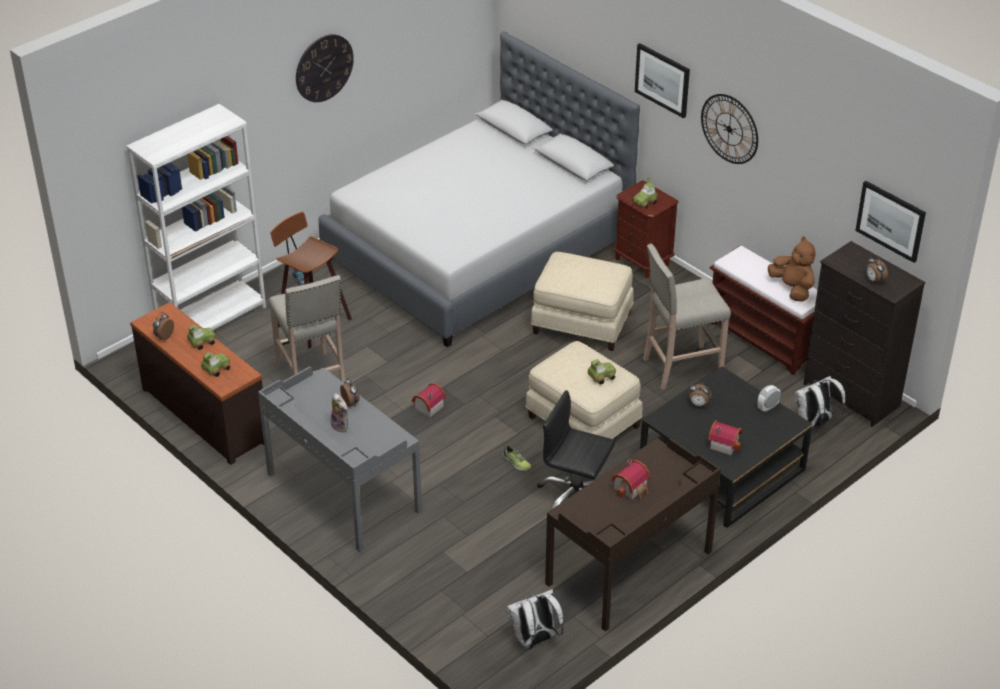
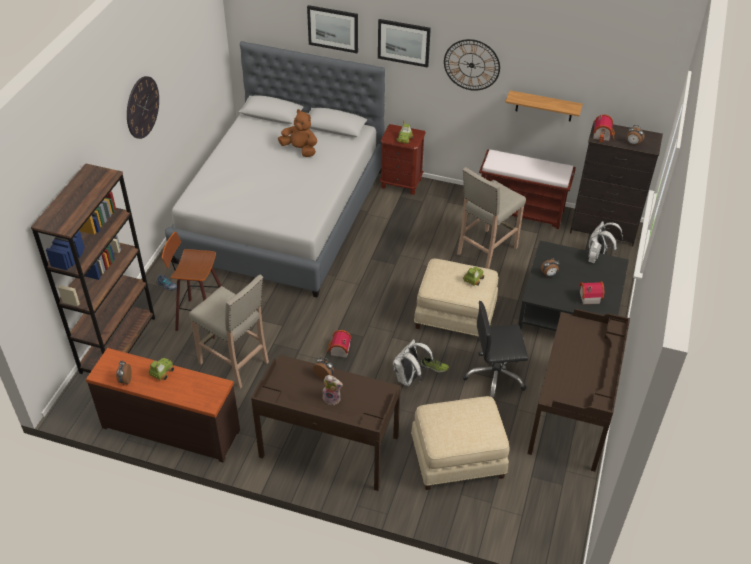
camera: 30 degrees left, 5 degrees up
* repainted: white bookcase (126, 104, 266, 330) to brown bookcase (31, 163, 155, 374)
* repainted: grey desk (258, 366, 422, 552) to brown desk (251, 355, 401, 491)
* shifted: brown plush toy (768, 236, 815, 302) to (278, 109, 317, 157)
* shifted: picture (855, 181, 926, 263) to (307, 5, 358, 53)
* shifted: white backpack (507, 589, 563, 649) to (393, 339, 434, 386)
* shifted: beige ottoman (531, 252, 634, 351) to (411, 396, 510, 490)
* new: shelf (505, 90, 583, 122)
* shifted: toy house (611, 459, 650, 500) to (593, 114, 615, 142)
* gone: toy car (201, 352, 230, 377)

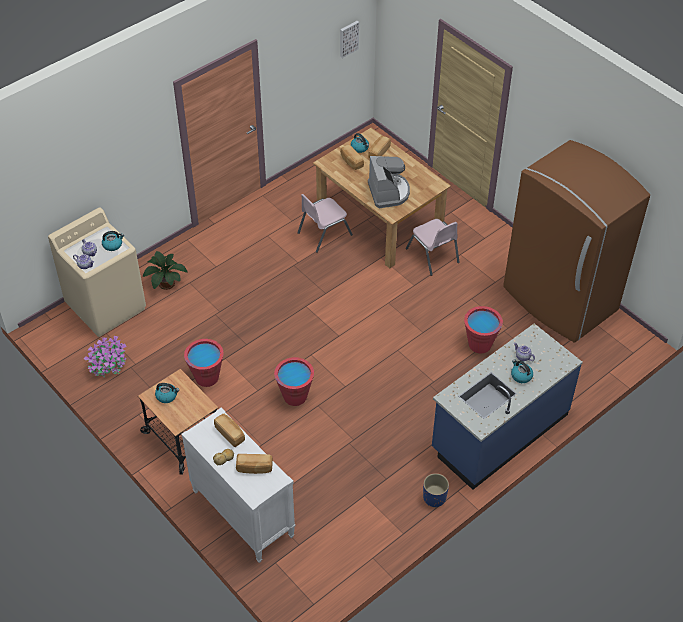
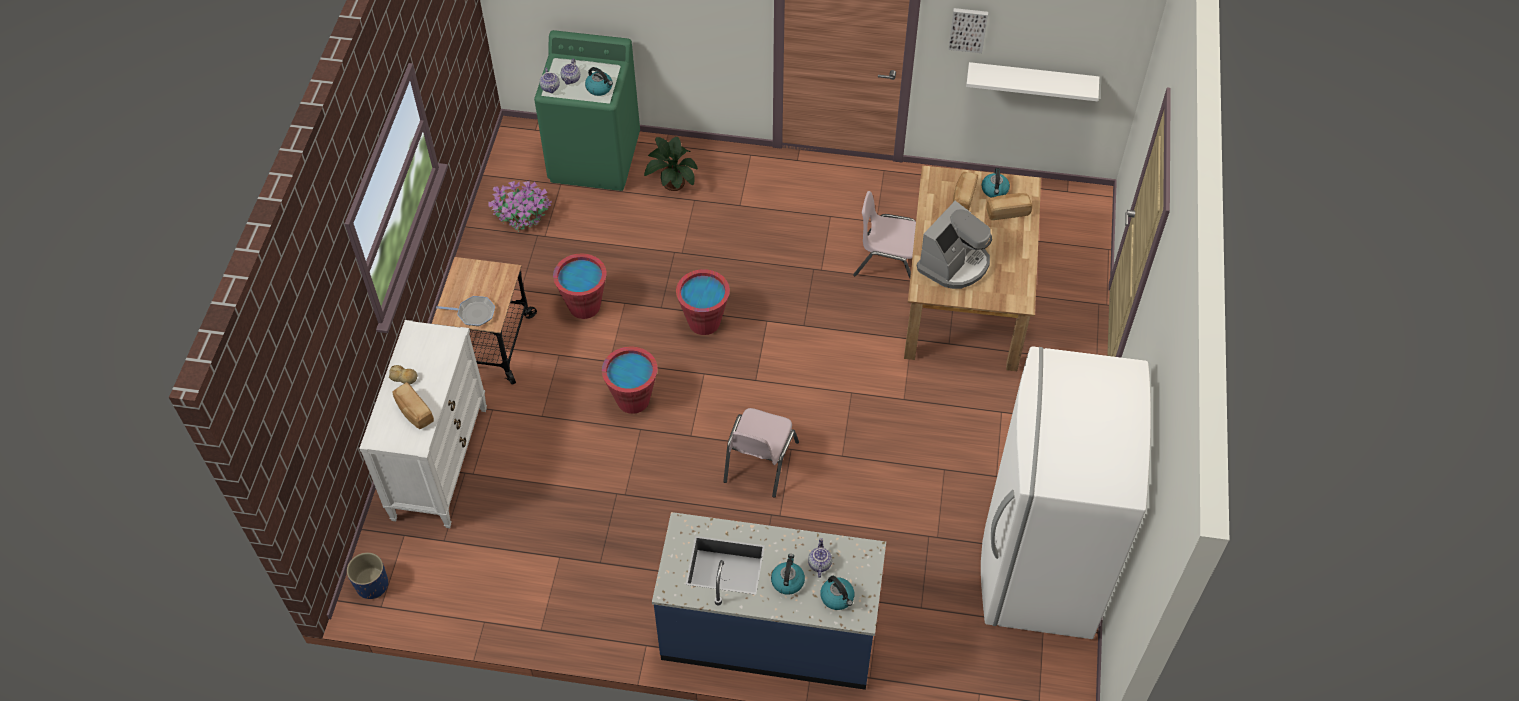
camera: 50 degrees right, 5 degrees up
* shifted: blue planter (423, 473, 449, 508) to (347, 552, 388, 599)
* new: frying pan (436, 296, 495, 326)
* repainted: beige washing machine (48, 208, 146, 337) to green washing machine (534, 30, 640, 191)
* shifted: red bucket (464, 306, 503, 354) to (676, 269, 730, 335)
* shifted: pink chair (406, 219, 460, 276) to (723, 408, 799, 498)
* shifted: kettle (155, 383, 179, 403) to (820, 576, 854, 610)
* shifted: picture (340, 21, 359, 58) to (948, 8, 988, 53)
* new: white shelf (966, 62, 1099, 101)
* repainted: brown fridge (503, 140, 650, 343) to white fridge (981, 346, 1151, 639)
* gone: bread (214, 414, 245, 447)

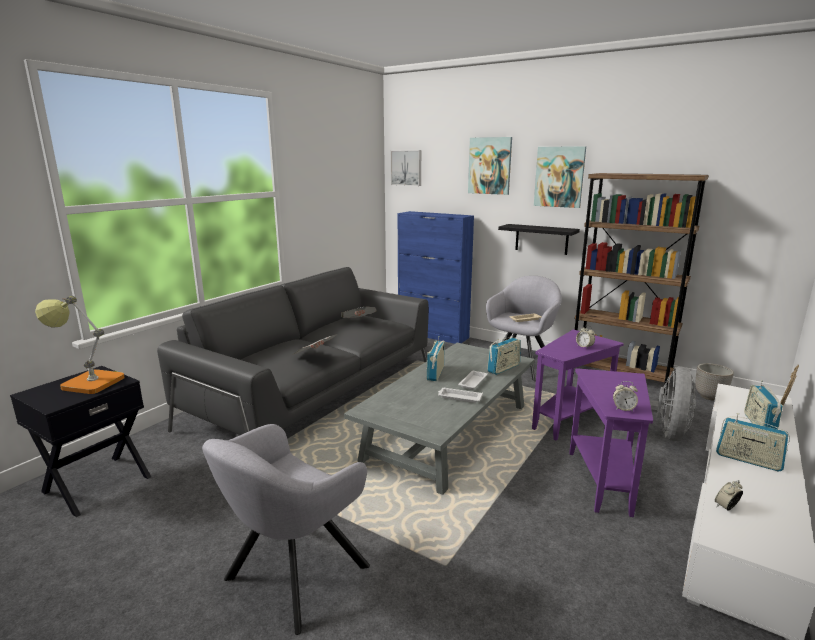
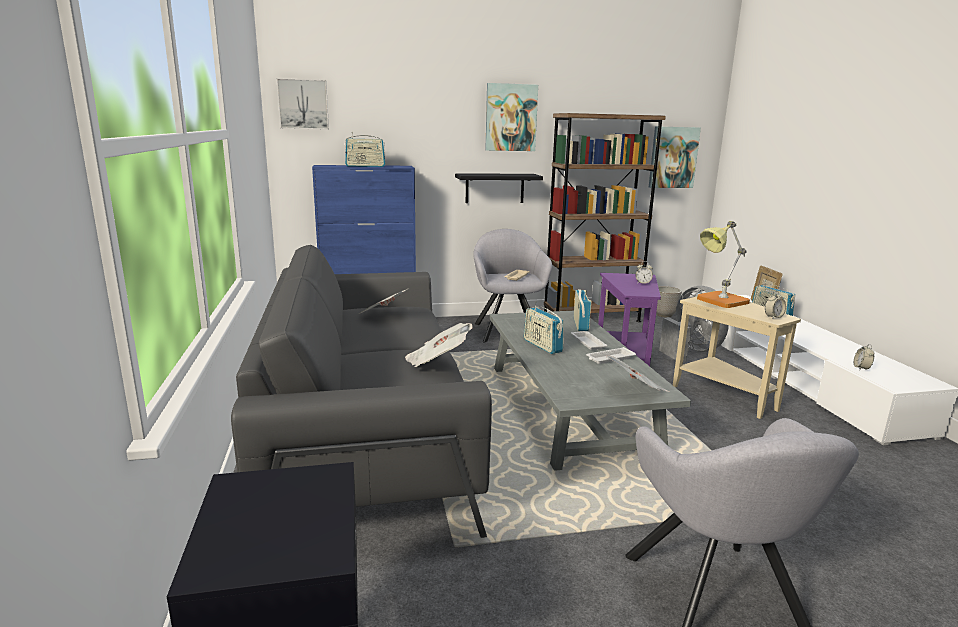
camera: 45 degrees left, 0 degrees up
* shifted: radio (716, 413, 790, 471) to (345, 132, 385, 167)
* new: newspaper (606, 355, 670, 392)
* shifted: picture (468, 137, 512, 195) to (649, 126, 701, 188)
* repainted: purple side table (569, 368, 653, 517) to beige side table (673, 297, 801, 419)
* shifted: table lamp (35, 296, 125, 394) to (697, 221, 750, 308)

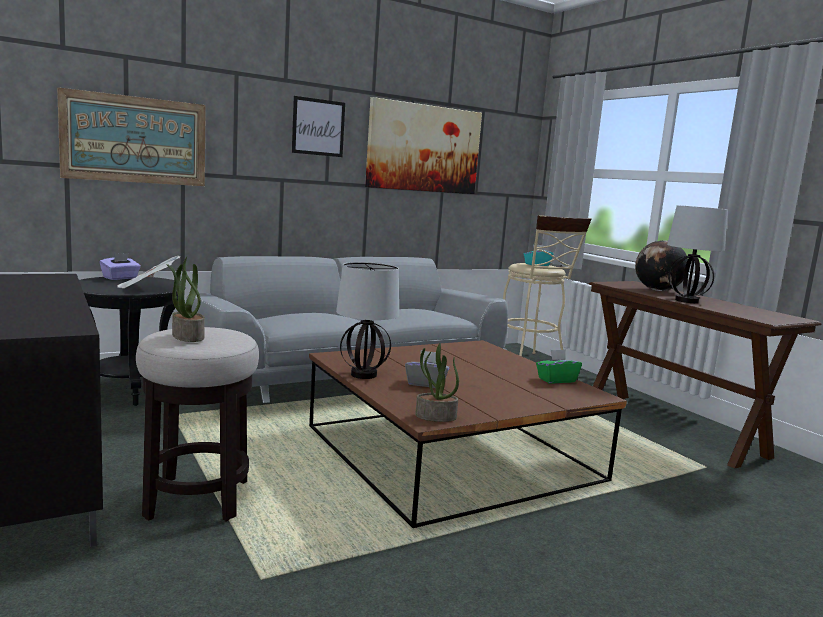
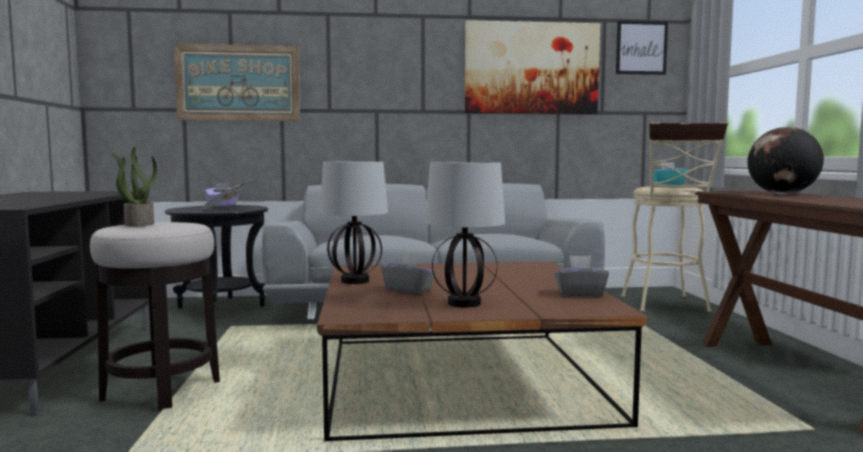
camera: 25 degrees right, 5 degrees down
* shifted: table lamp (667, 205, 728, 303) to (425, 162, 505, 307)
* repainted: green tissue box (536, 349, 582, 384) to grey tissue box (554, 256, 609, 297)
* shifted: picture (292, 96, 345, 157) to (616, 21, 668, 75)
* gone: potted plant (415, 343, 459, 422)

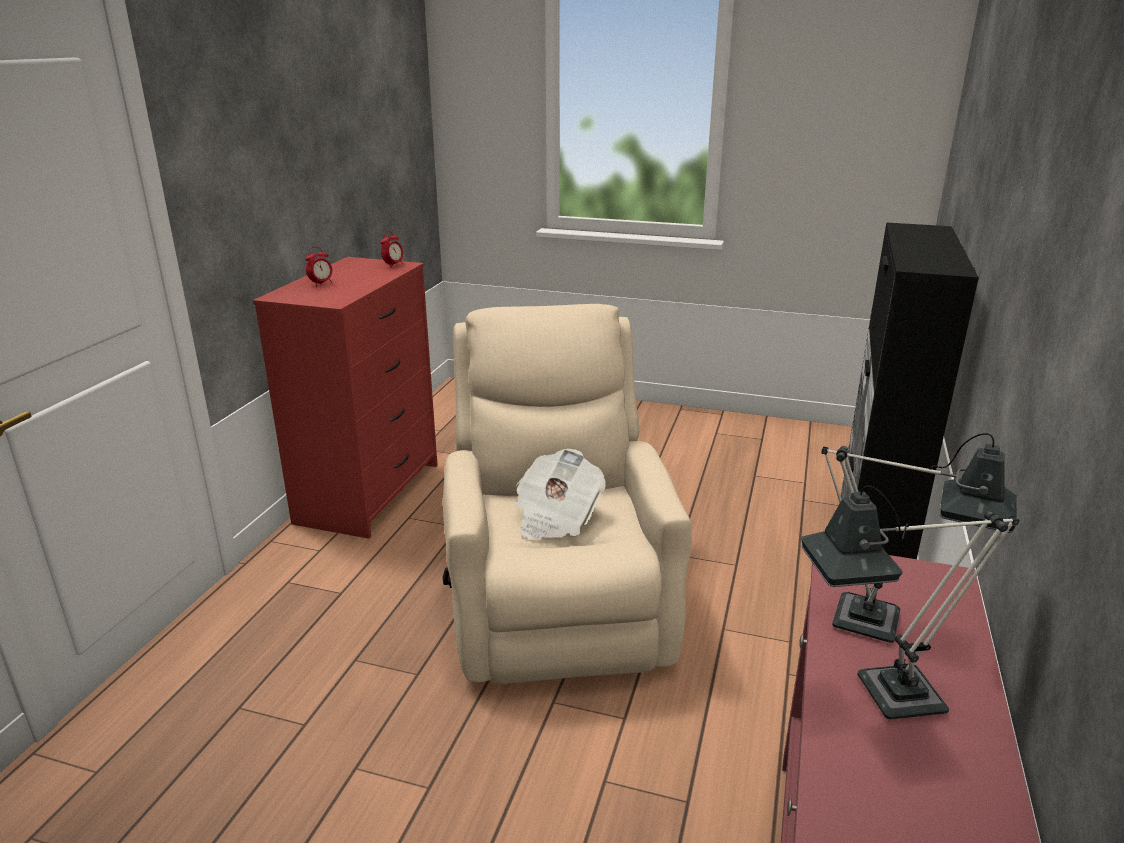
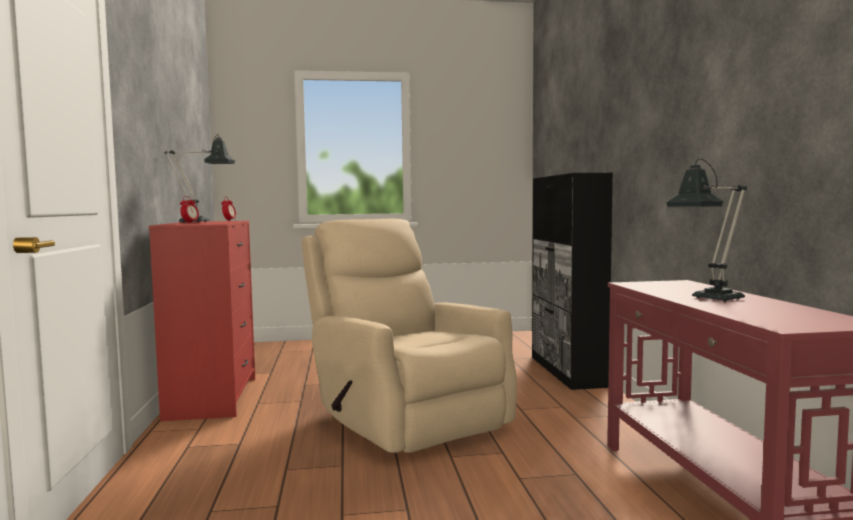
camera: 25 degrees left, 20 degrees down
* shifted: table lamp (821, 433, 1017, 643) to (165, 134, 235, 223)
* gone: newspaper (515, 449, 606, 539)

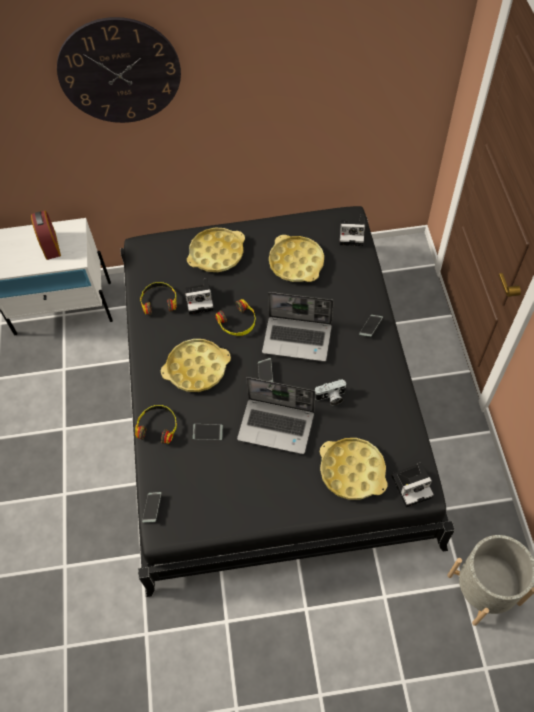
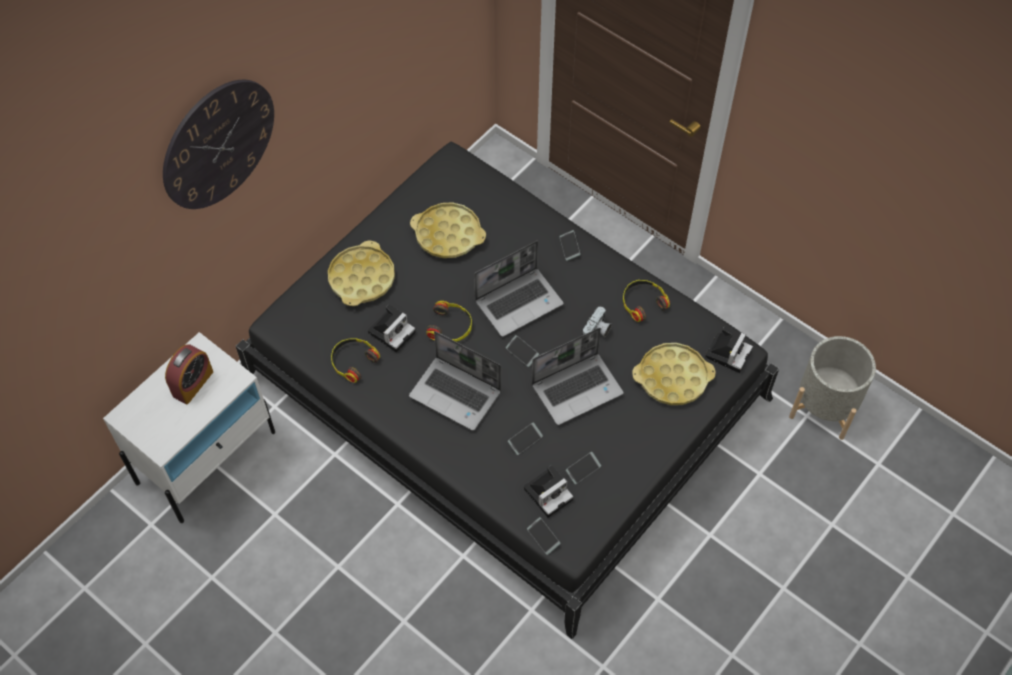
camera: 45 degrees left, 0 degrees up
* rotated: alarm clock (31, 211, 61, 260) = (165, 344, 213, 404) 90 degrees clockwise
* swapped: yellow tray (161, 339, 231, 392) to laptop (409, 331, 501, 431)
* shifted: photo camera (340, 214, 365, 246) to (524, 465, 573, 518)
* new: phone (566, 452, 601, 484)
* shifted: headphones (135, 405, 177, 444) to (623, 280, 670, 322)

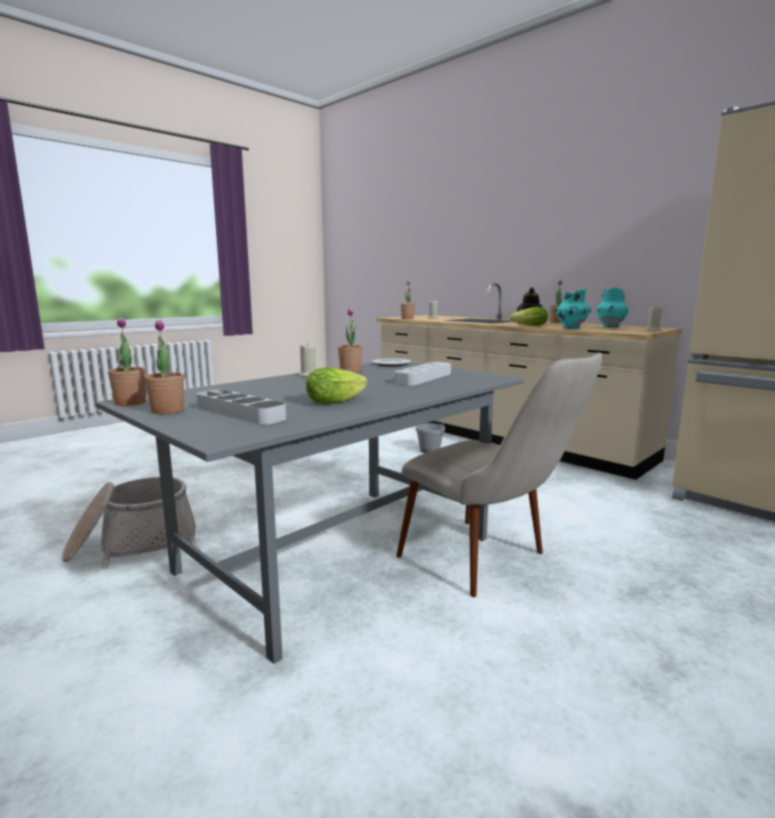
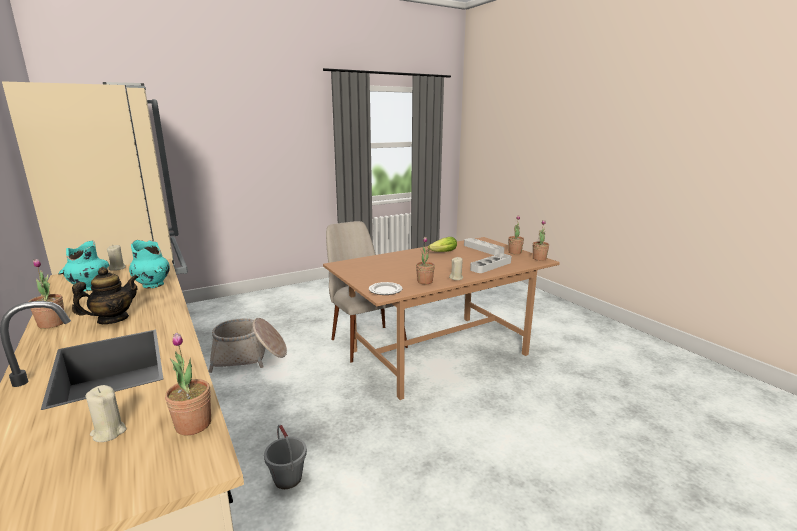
camera: 165 degrees left, 5 degrees up
* shifted: basket (62, 477, 199, 569) to (208, 318, 287, 373)
* repainted: grey dining table (96, 363, 524, 664) to brown dining table (323, 237, 560, 400)
* shifted: grey tray (394, 362, 451, 386) to (470, 254, 512, 273)
* gone: lettuce (510, 307, 548, 326)

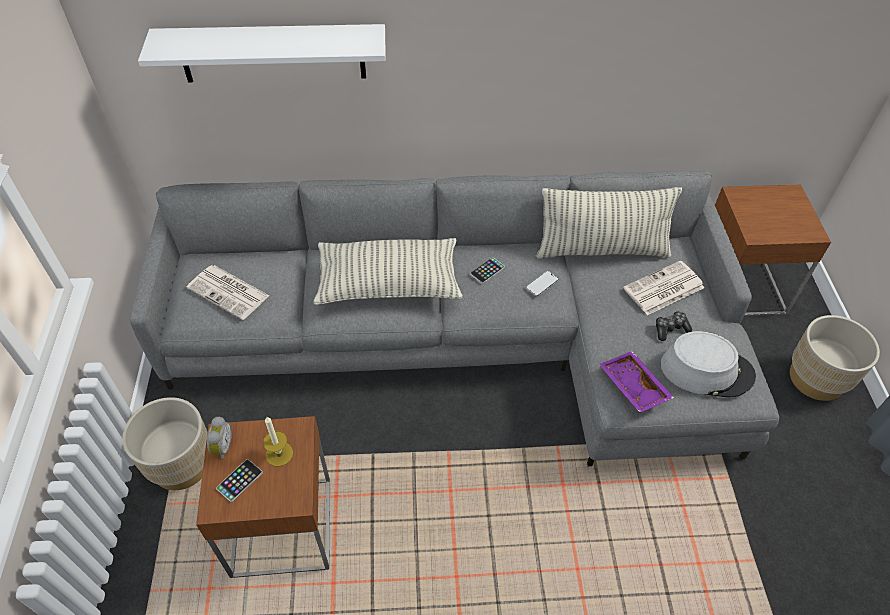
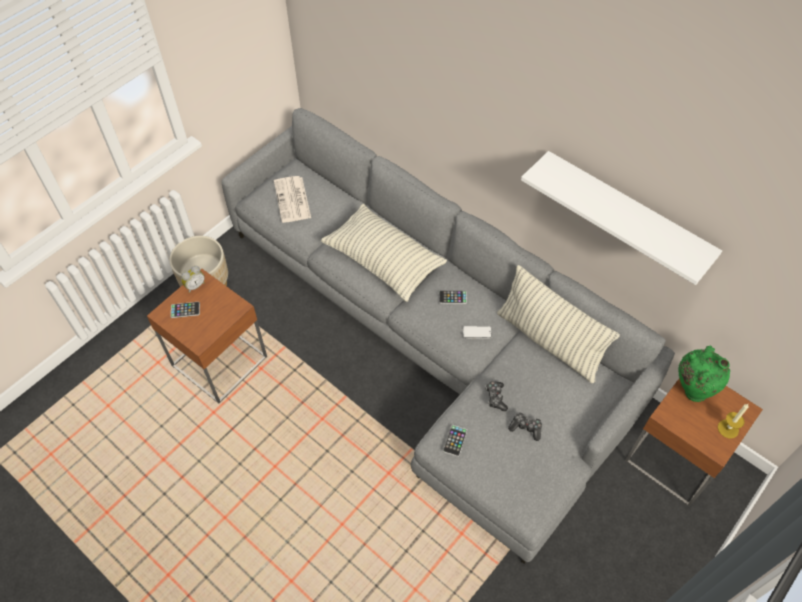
camera: 45 degrees right, 5 degrees up
* swapped: purple tray (599, 351, 674, 413) to phone (443, 425, 467, 457)
* new: game controller (485, 381, 508, 411)
* shifted: white shelf (138, 24, 386, 82) to (521, 151, 722, 285)
* new: green vase (678, 346, 730, 402)
* shifted: candle (263, 416, 293, 467) to (718, 404, 749, 438)
* gone: newspaper (623, 261, 705, 315)
* gone: grey hat (661, 331, 756, 397)
* gone: beige planter (790, 315, 880, 401)

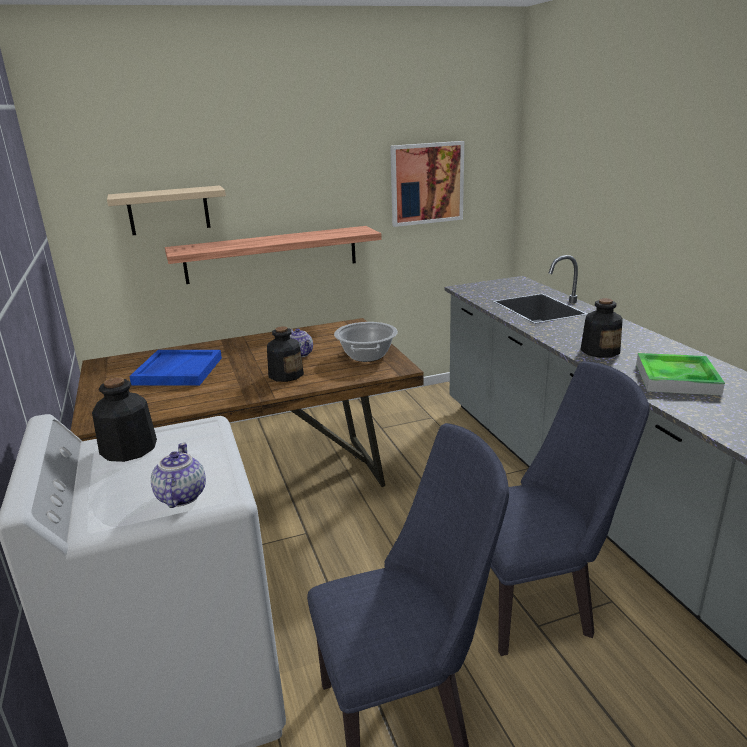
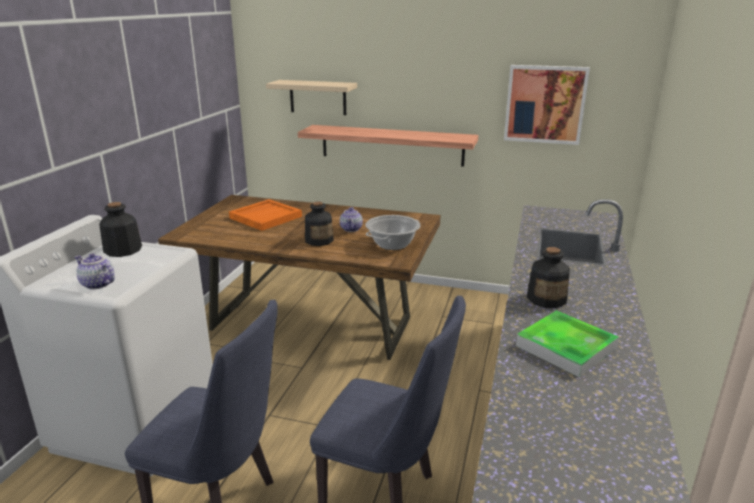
camera: 35 degrees right, 0 degrees up
* rotated: teapot (151, 443, 206, 508) = (75, 253, 115, 289) 90 degrees counterclockwise
* repainted: blue tray (129, 350, 222, 386) to orange tray (229, 199, 302, 231)

